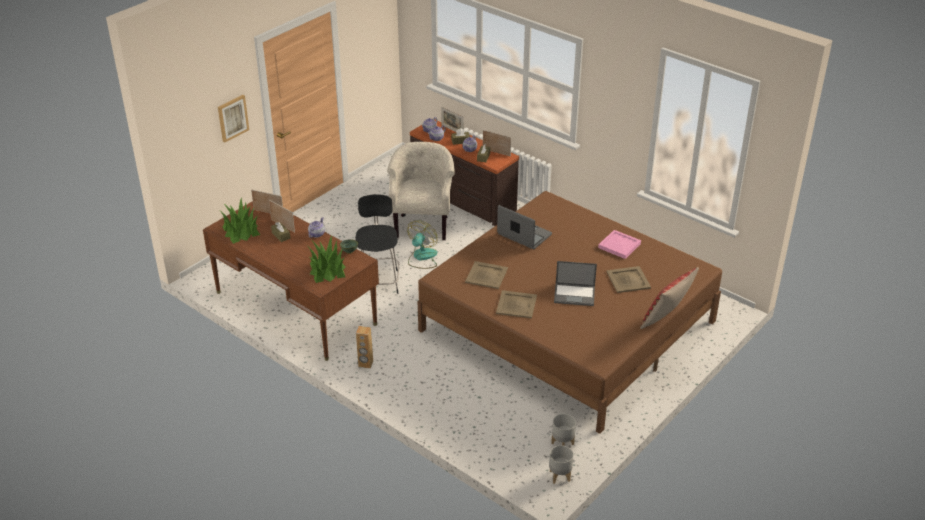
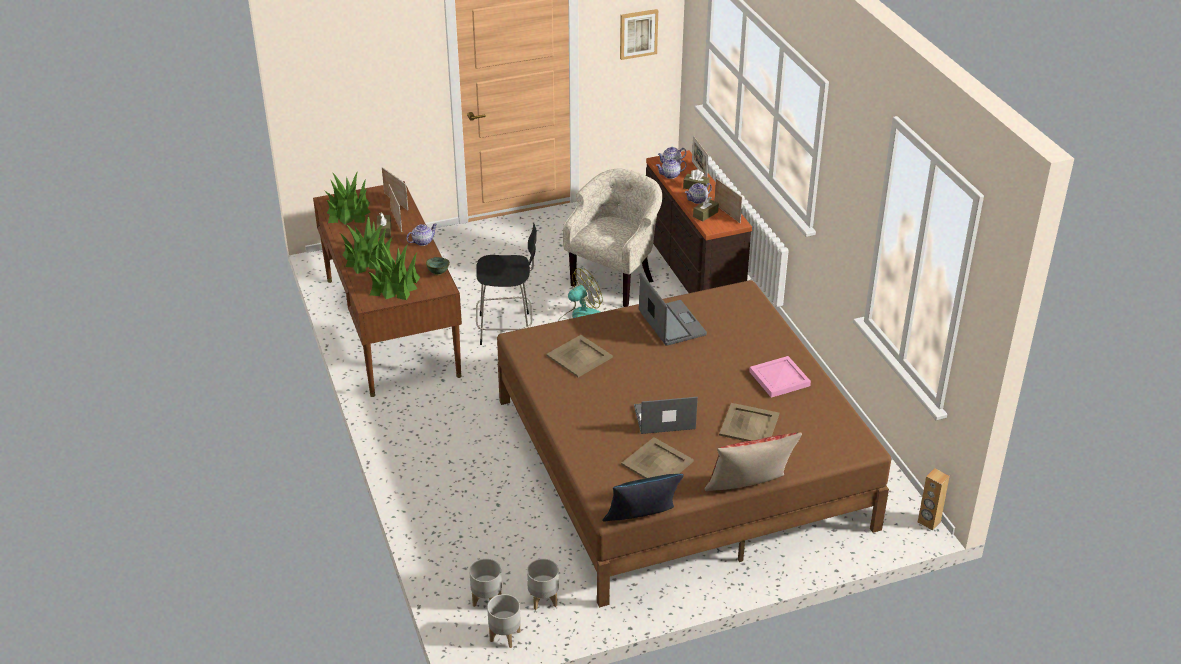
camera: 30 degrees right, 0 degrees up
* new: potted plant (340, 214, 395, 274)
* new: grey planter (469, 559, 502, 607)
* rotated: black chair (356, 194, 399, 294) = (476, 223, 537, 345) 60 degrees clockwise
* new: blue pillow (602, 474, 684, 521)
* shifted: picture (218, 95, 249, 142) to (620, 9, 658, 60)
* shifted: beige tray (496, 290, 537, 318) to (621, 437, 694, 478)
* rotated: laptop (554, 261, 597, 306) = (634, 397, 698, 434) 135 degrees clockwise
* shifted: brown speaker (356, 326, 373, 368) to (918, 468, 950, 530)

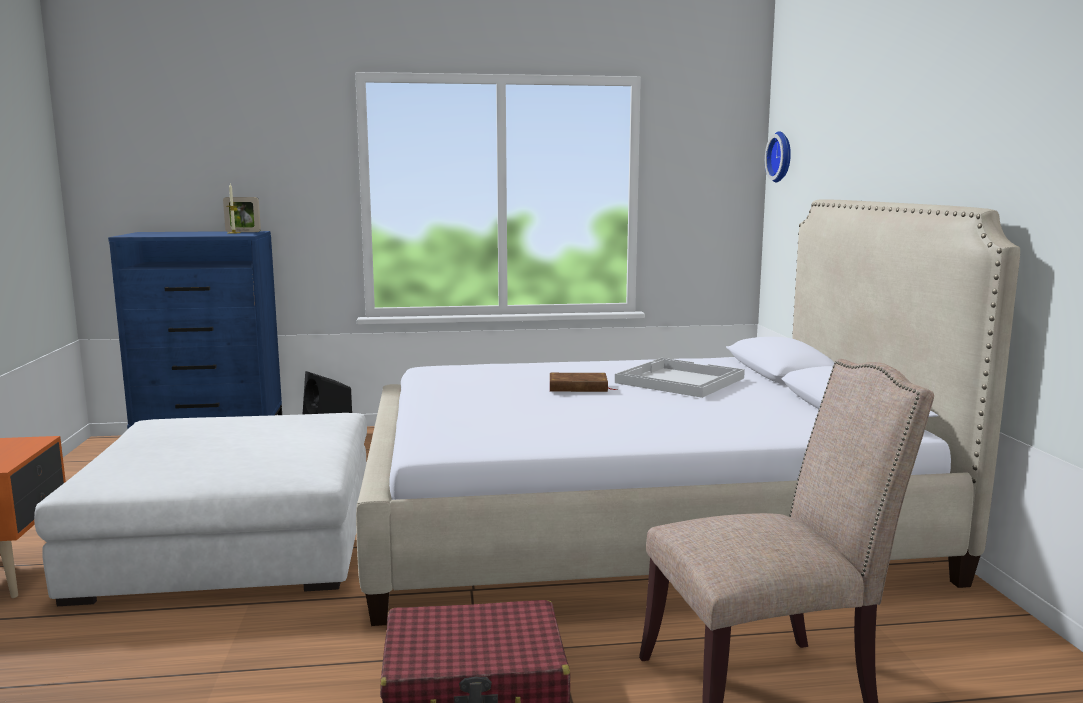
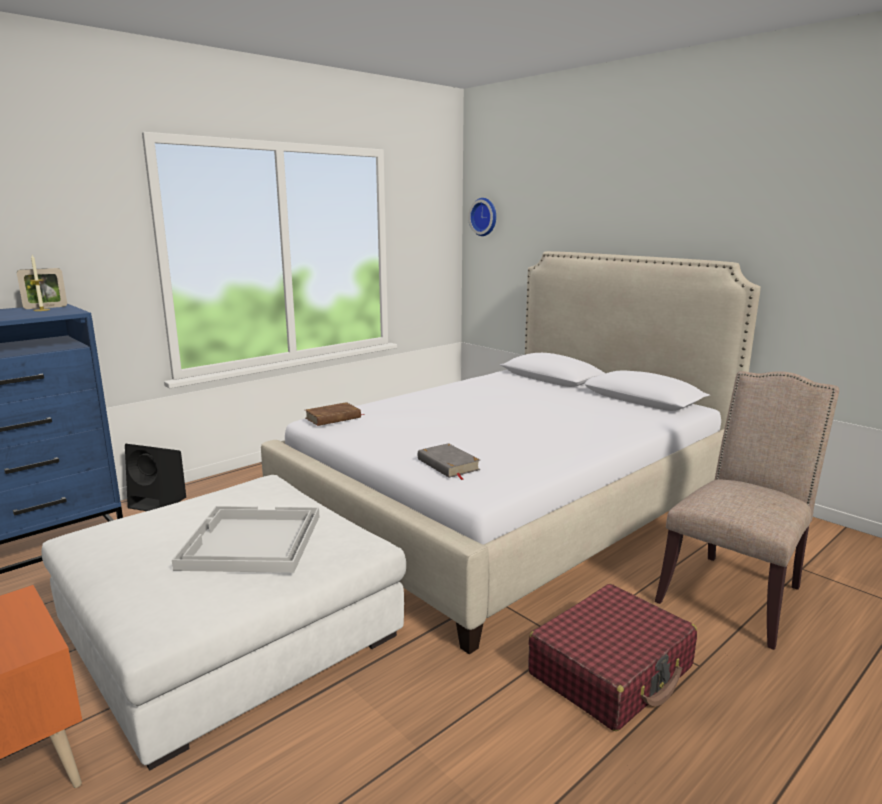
camera: 35 degrees left, 5 degrees up
* shifted: white tray (615, 358, 745, 398) to (172, 506, 319, 573)
* shifted: brown book (550, 373, 618, 392) to (305, 402, 364, 426)
* new: grey book (418, 443, 481, 480)

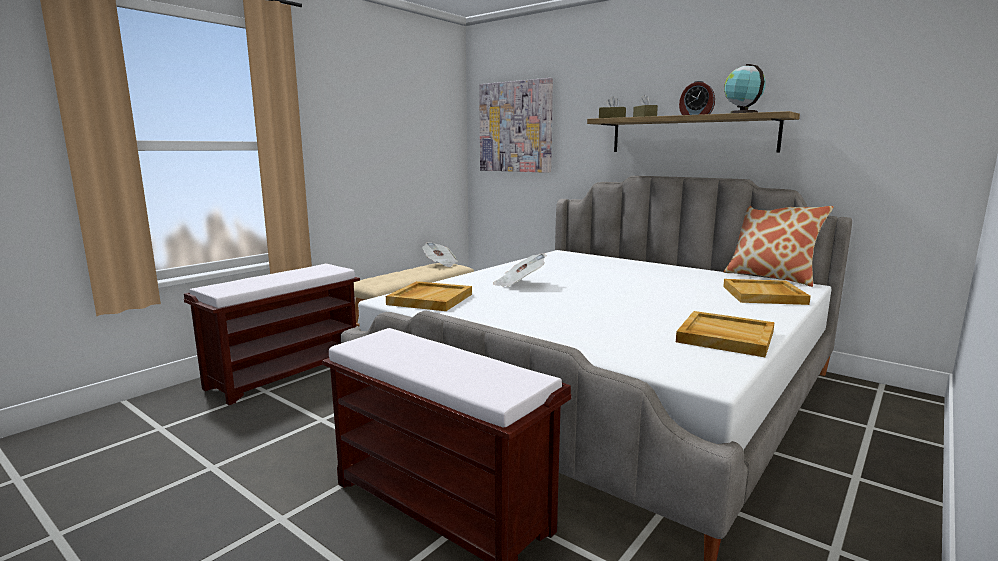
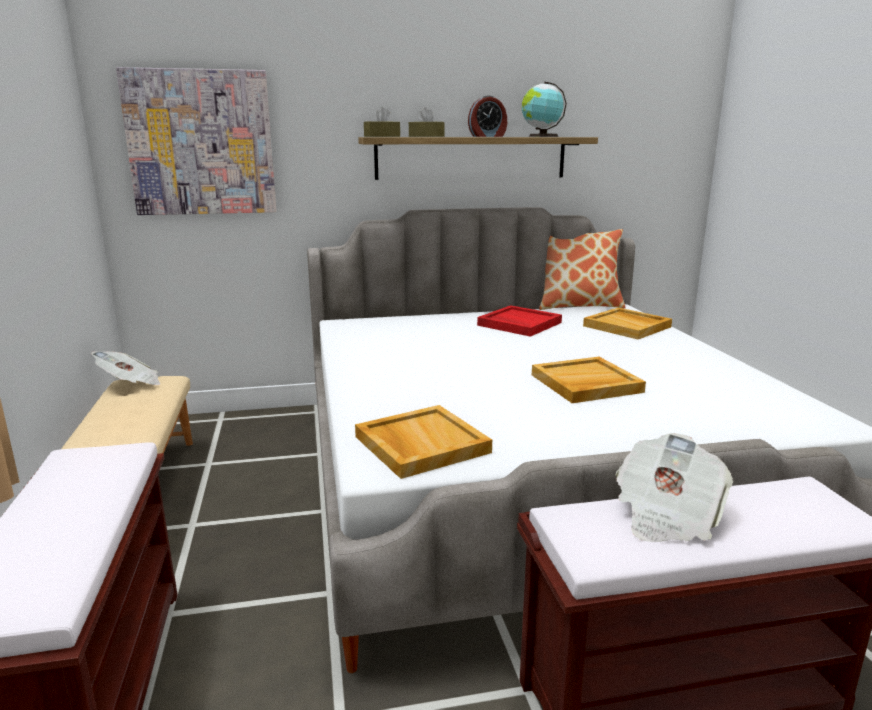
camera: 50 degrees left, 5 degrees up
* new: red tray (477, 305, 562, 337)
* shifted: beige tray (676, 311, 775, 357) to (532, 357, 646, 403)
* shifted: newspaper (493, 253, 547, 287) to (615, 433, 733, 542)

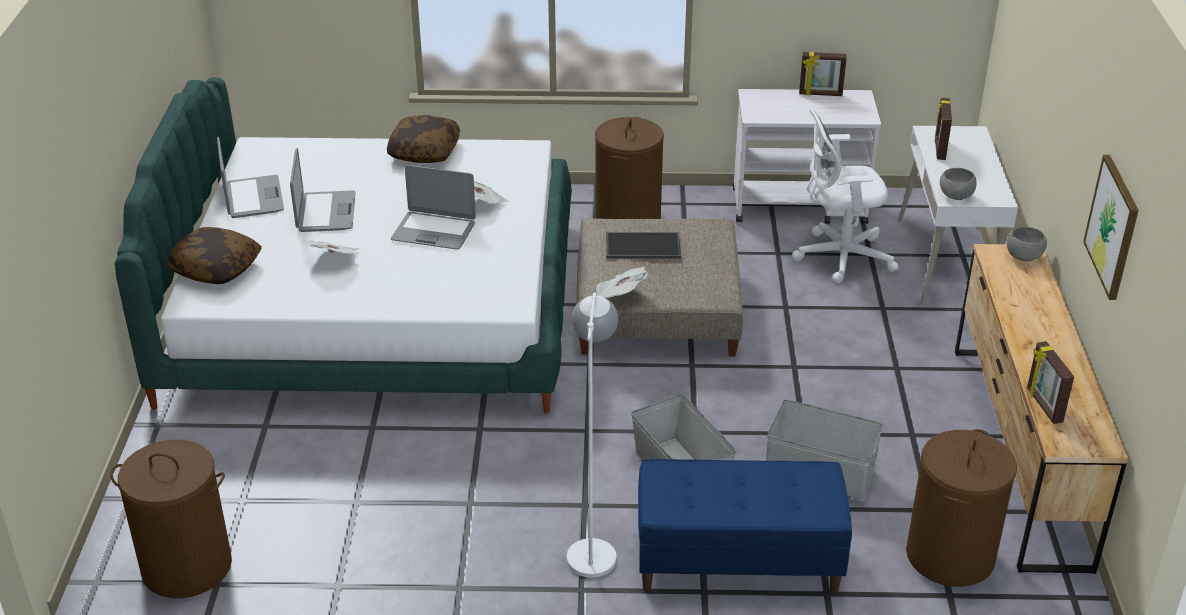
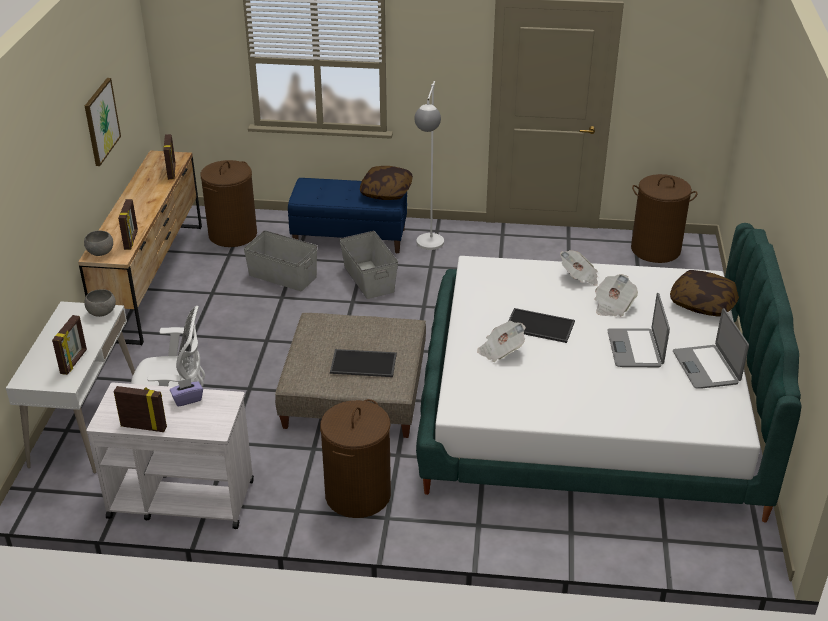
camera: 175 degrees left, 0 degrees up
* new: picture frame (118, 199, 138, 250)
* new: purple tissue box (170, 378, 203, 407)
* shifted: pillow (387, 115, 460, 163) to (360, 166, 413, 200)
* swapped: laptop (391, 165, 476, 250) to tray (508, 308, 575, 343)
* shifted: newspaper (596, 267, 648, 299) to (560, 250, 598, 286)

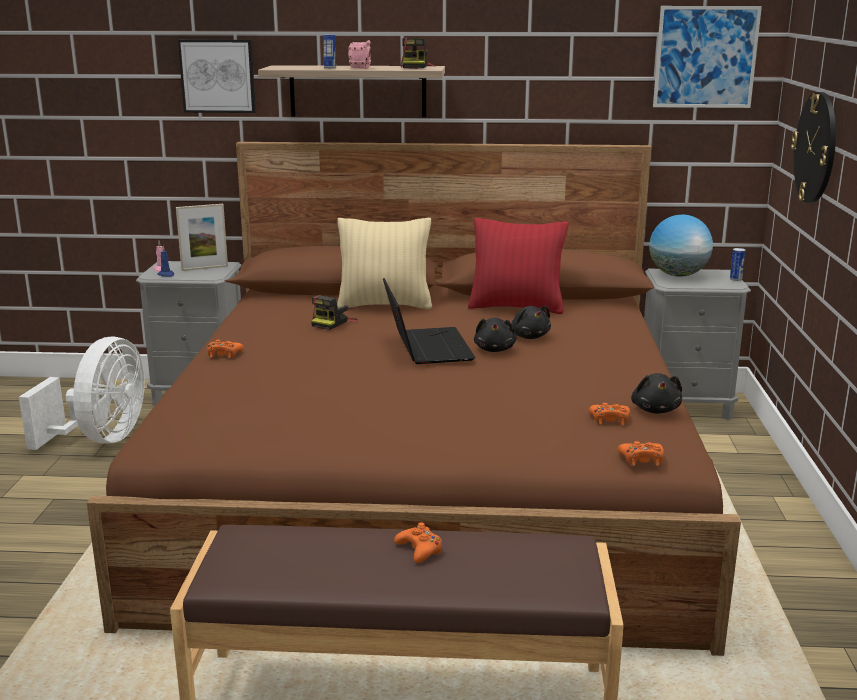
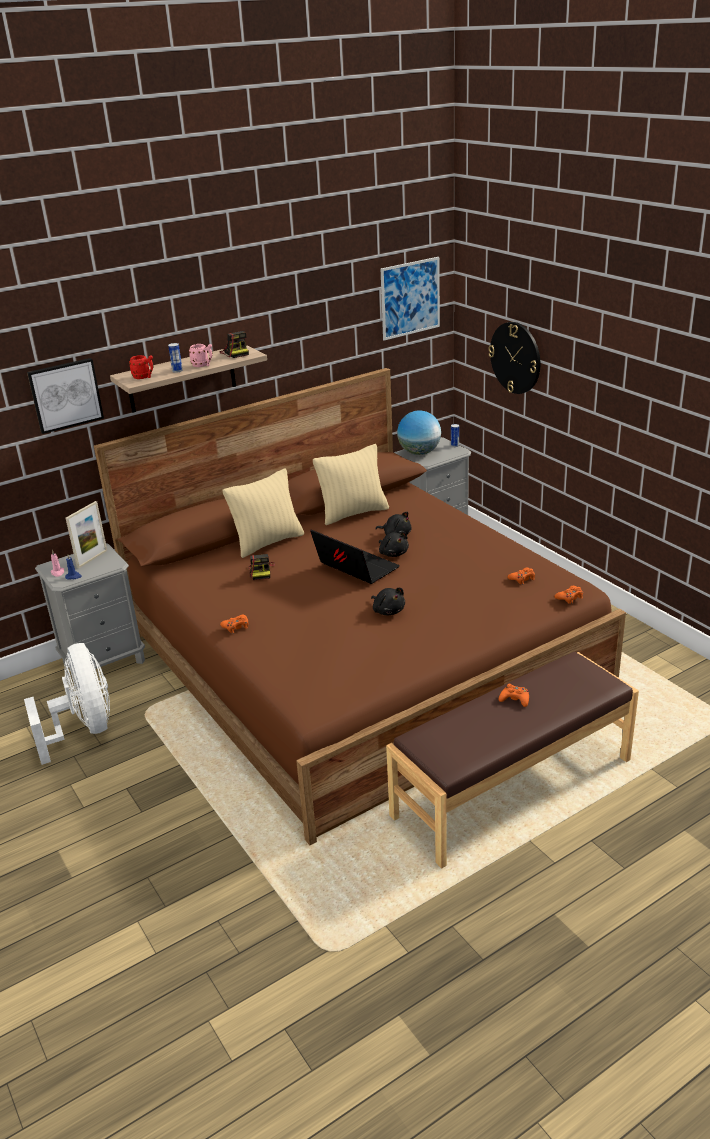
camera: 35 degrees left, 10 degrees up
* new: red mug (129, 355, 153, 379)
* repainted: red pillow (468, 218, 569, 314) to beige pillow (313, 444, 389, 525)
* shifted: black plush toy (631, 373, 682, 414) to (371, 588, 405, 615)

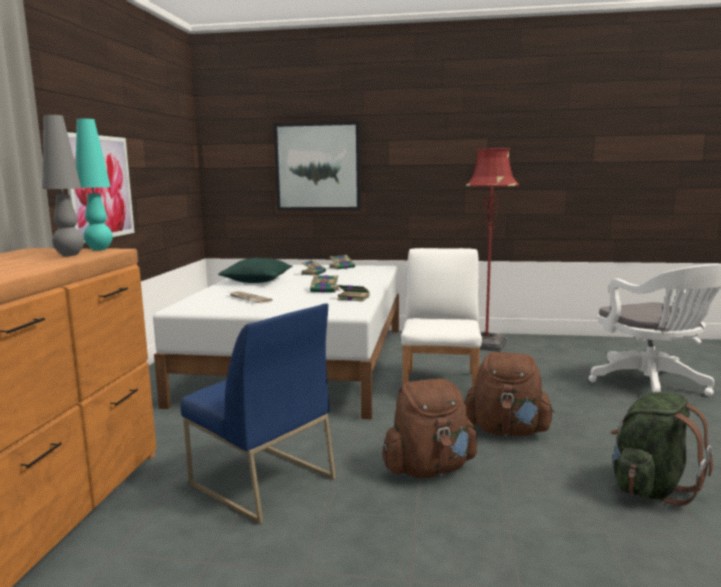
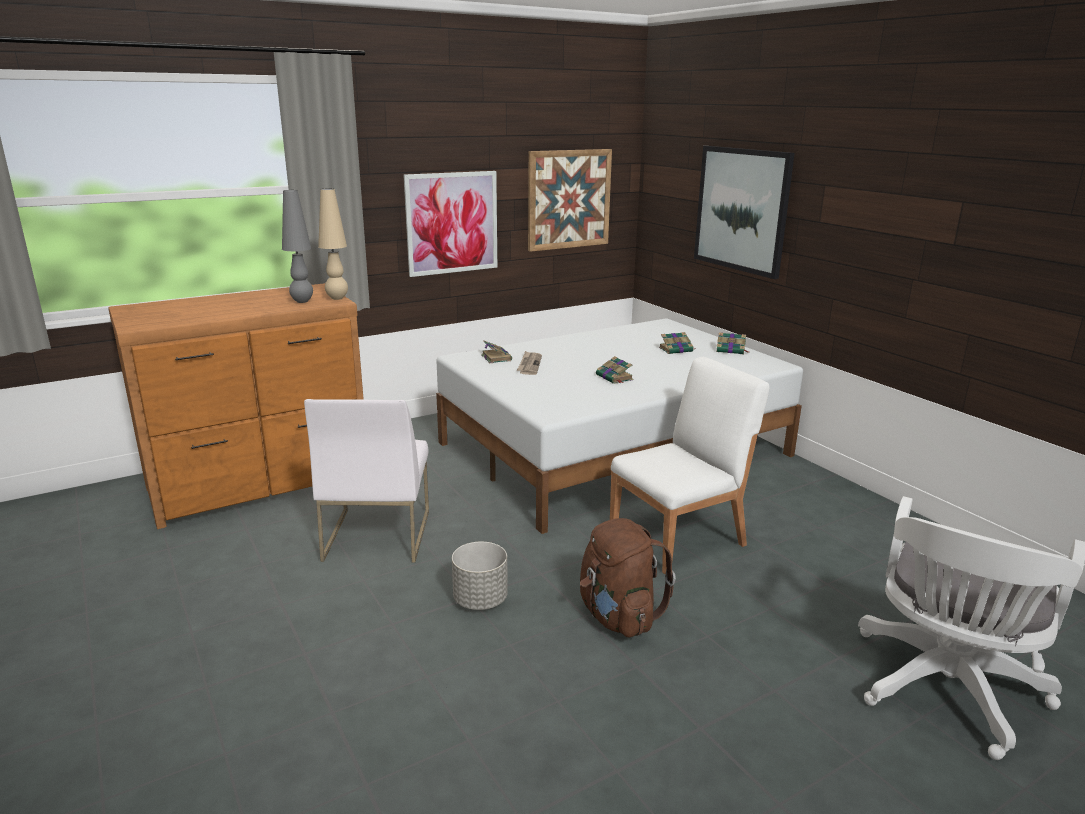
camera: 50 degrees right, 10 degrees up
* repainted: blue chair (180, 303, 336, 525) to white chair (304, 399, 429, 563)
* repainted: turquoise table lamp (75, 119, 113, 250) to beige table lamp (318, 188, 348, 300)
* swapped: brown backpack (382, 379, 477, 478) to grey planter (452, 542, 508, 610)
* shifted: book (337, 285, 370, 302) to (481, 340, 512, 363)
* new: picture (528, 149, 612, 252)
* gone: green pillow (218, 258, 293, 283)
* gone: red floor lamp (466, 148, 519, 352)
* gone: green backpack (611, 392, 713, 506)

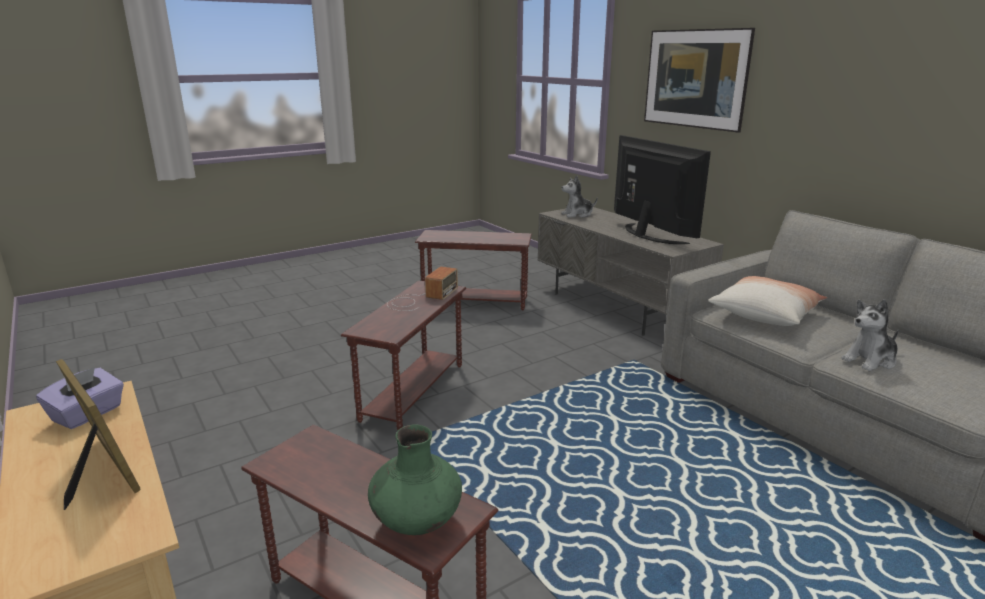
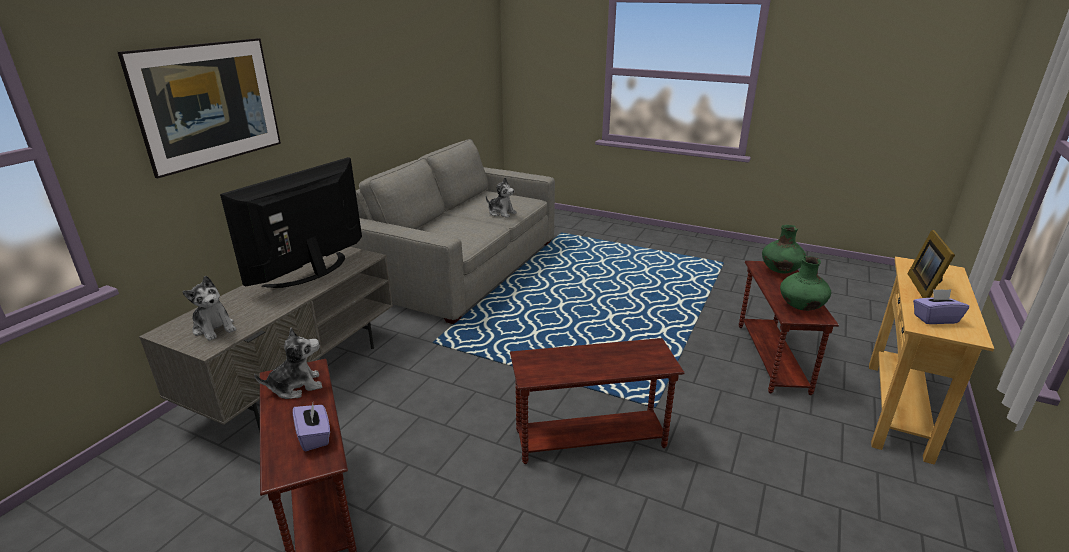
camera: 120 degrees left, 5 degrees up
* new: plush toy (254, 328, 322, 399)
* new: purple tissue box (293, 403, 330, 451)
* new: green vase (780, 256, 831, 311)
* gone: radio (387, 267, 458, 311)
* gone: pillow (708, 276, 827, 326)

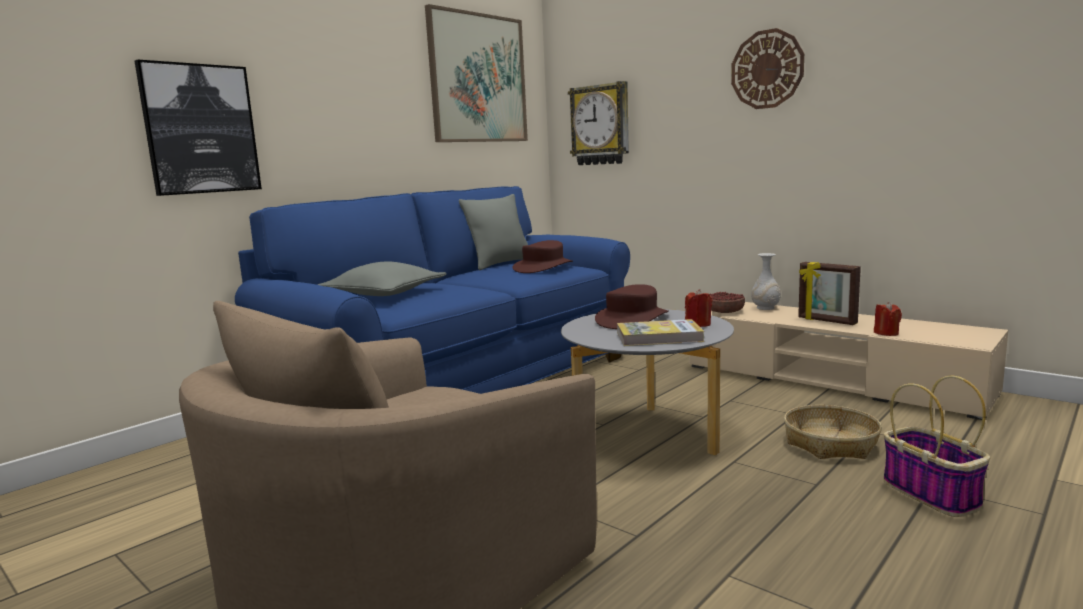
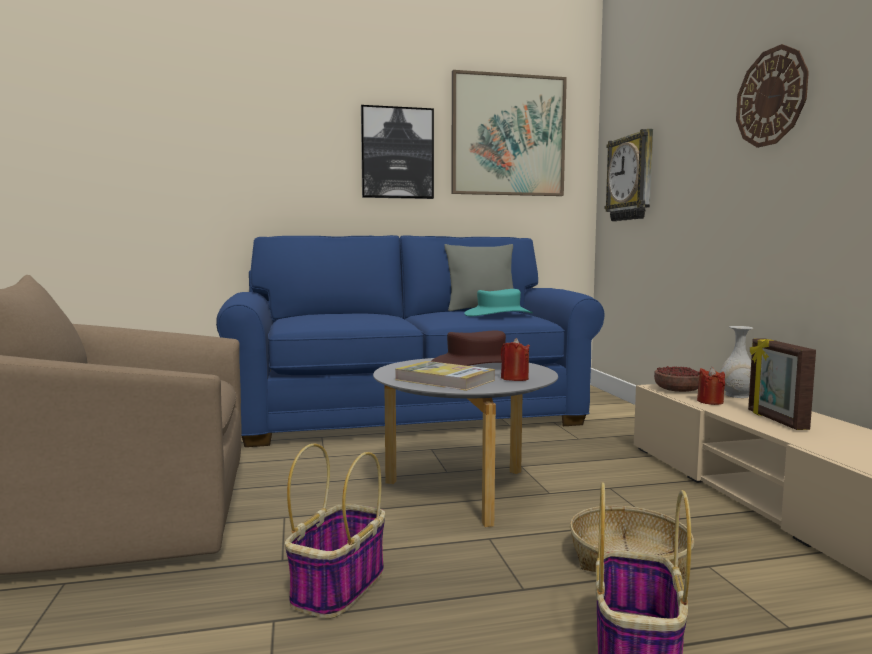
camera: 35 degrees right, 5 degrees down
* new: basket (285, 444, 385, 619)
* shifted: picture (134, 60, 262, 196) to (361, 105, 434, 199)
* repainted: brown hat (513, 240, 573, 273) to turquoise hat (464, 289, 533, 316)
* shifted: red candle (874, 302, 902, 336) to (697, 367, 725, 405)
* gone: grey pillow (317, 262, 447, 296)

